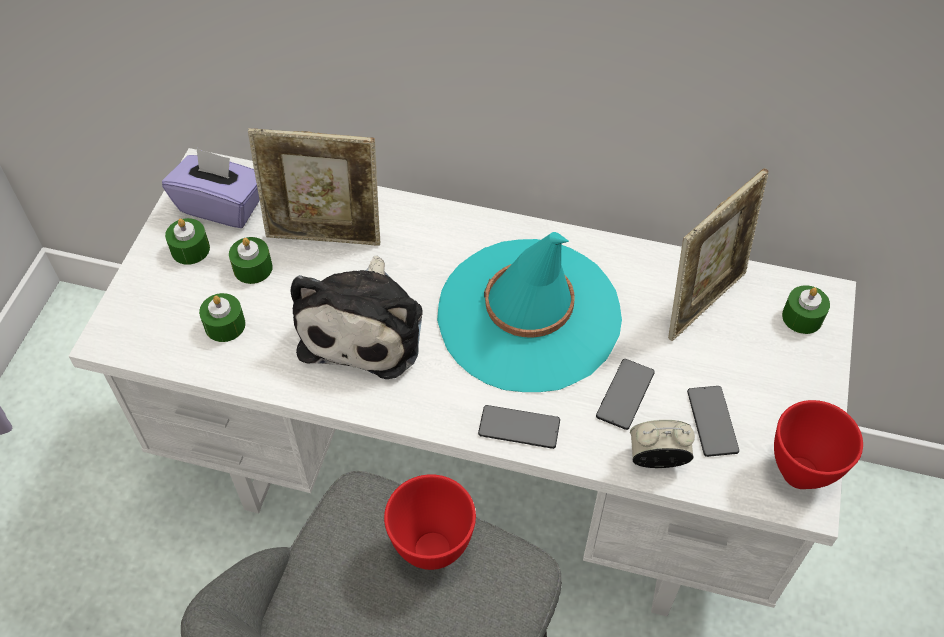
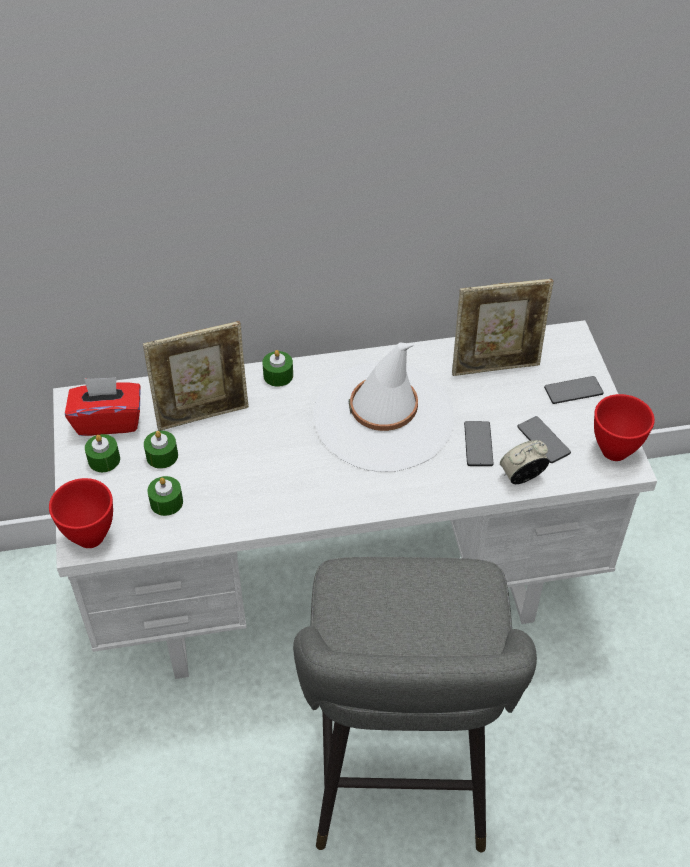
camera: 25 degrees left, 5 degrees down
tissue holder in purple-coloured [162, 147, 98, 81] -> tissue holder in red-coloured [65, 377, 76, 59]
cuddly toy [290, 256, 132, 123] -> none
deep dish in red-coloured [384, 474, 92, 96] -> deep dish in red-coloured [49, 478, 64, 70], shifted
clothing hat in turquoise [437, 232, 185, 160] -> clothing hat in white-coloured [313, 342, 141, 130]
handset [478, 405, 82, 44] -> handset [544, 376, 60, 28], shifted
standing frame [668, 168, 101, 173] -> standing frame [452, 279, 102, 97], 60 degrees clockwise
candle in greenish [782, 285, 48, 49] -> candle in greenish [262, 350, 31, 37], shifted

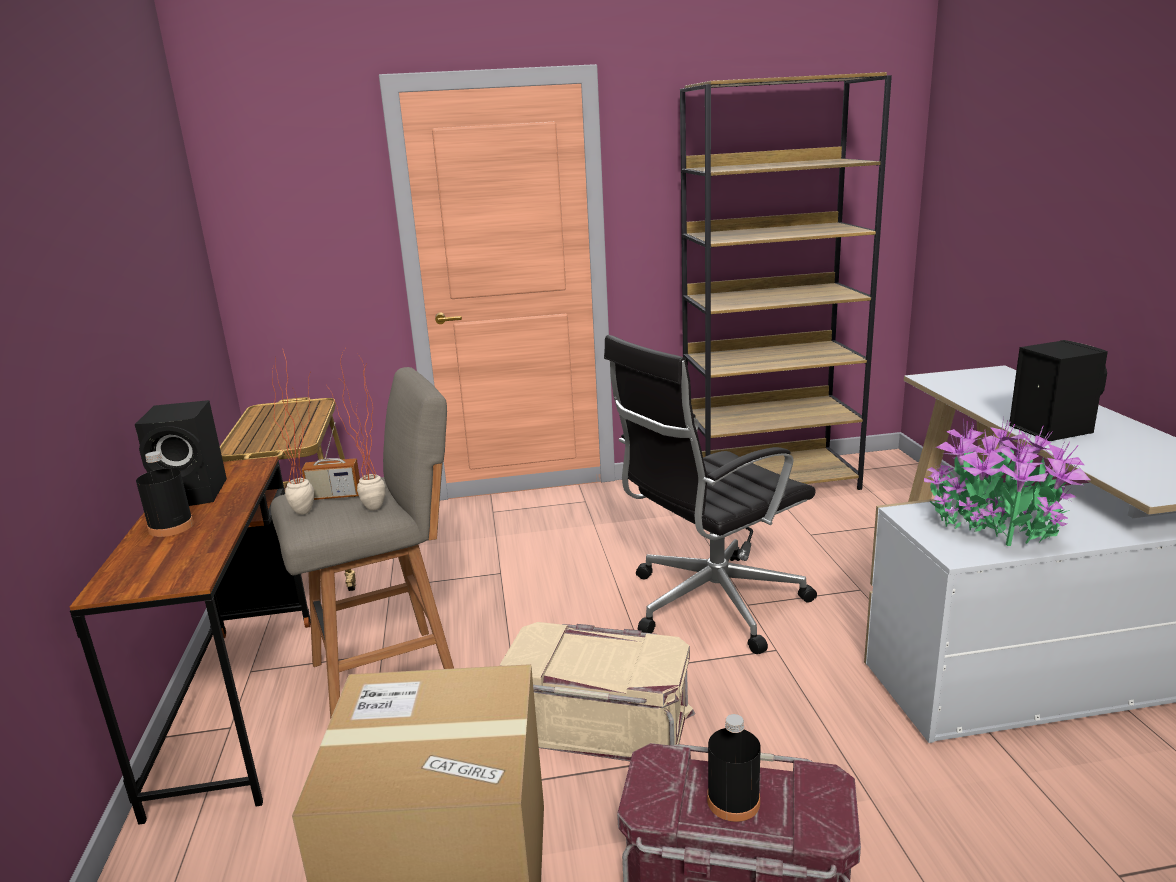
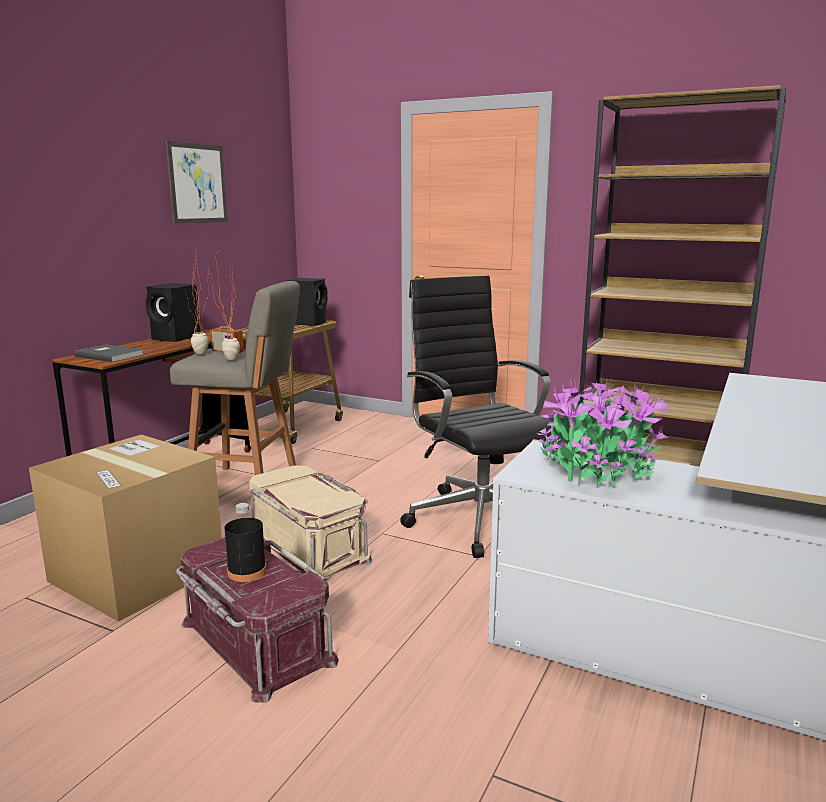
camera: 35 degrees right, 5 degrees down
drink bottle in black [136, 451, 58, 86] -> none
office chair in black [604, 335, 213, 319] -> office chair in black [400, 275, 159, 283], 60 degrees clockwise
loudspeaker in black [1009, 340, 99, 101] -> loudspeaker in black [286, 278, 42, 48], shifted
none -> volume in grey [74, 344, 71, 18]
none -> wall picture [166, 141, 62, 83]

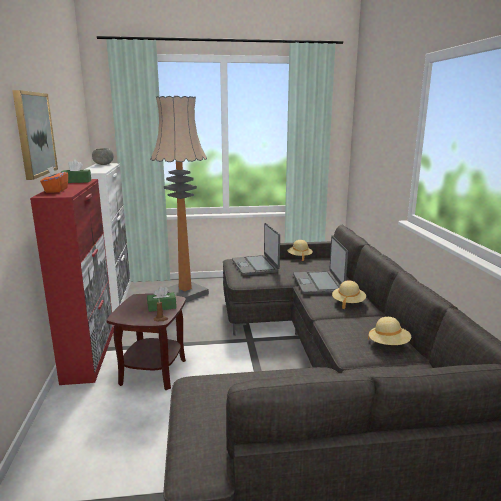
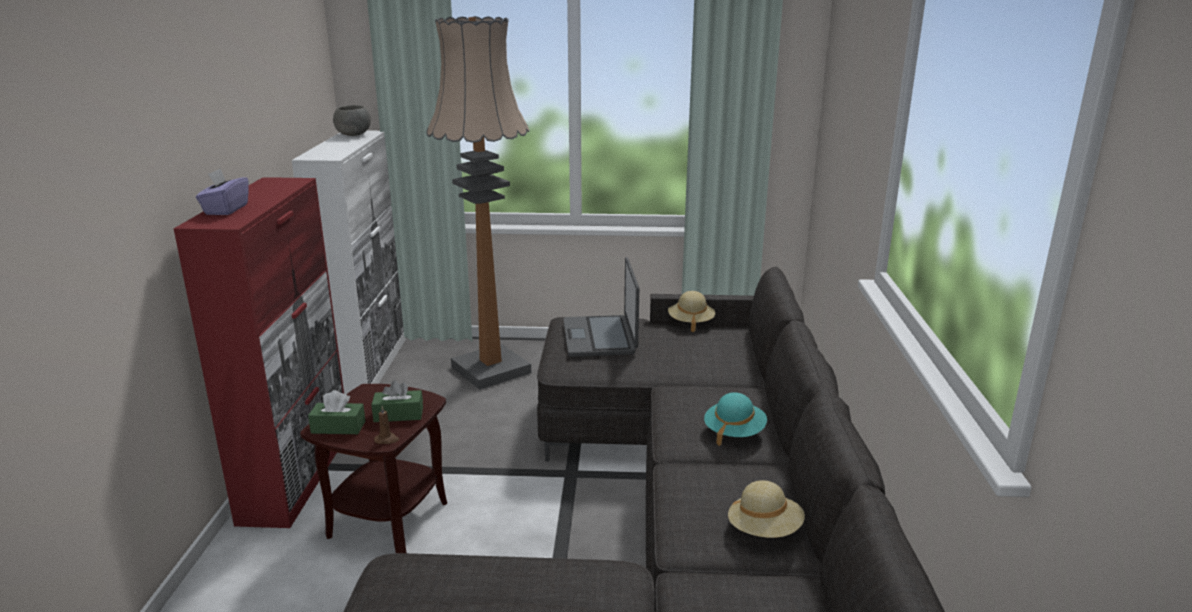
camera: 10 degrees right, 5 degrees up
wall picture [12, 90, 46, 90] -> none
tissue holder in orange-coloured [40, 166, 28, 27] -> tissue holder in purple-coloured [196, 169, 52, 46]
tissue holder in greenish [61, 159, 30, 24] -> tissue holder in greenish [308, 390, 57, 44], shifted
laptop [293, 236, 55, 58] -> none
clothing hat in beige-coloured [332, 280, 34, 29] -> clothing hat in turquoise [704, 392, 63, 54]

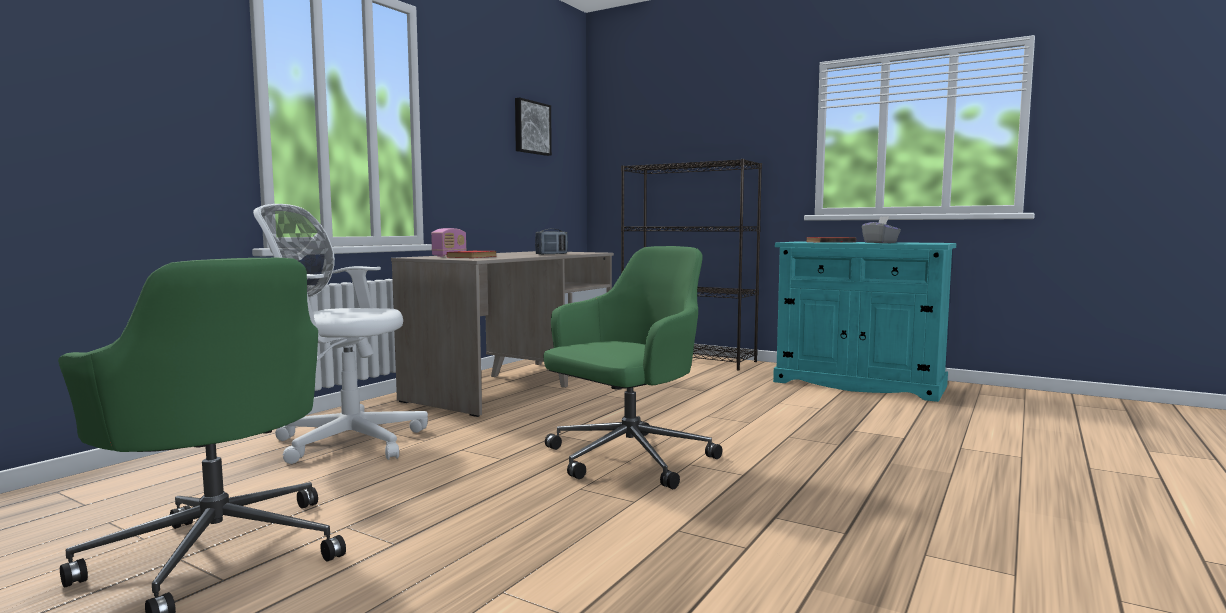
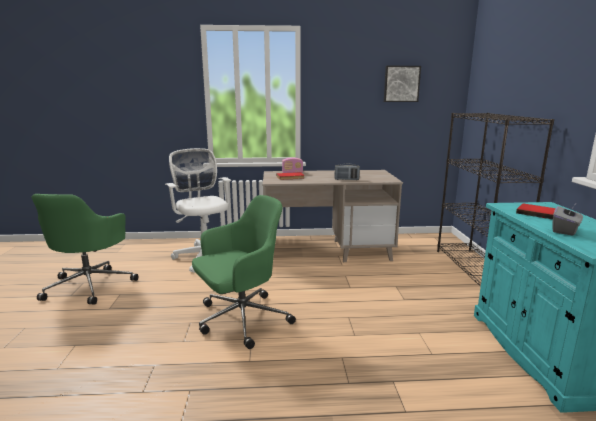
camera: 55 degrees right, 10 degrees up
office chair in greenish [544, 246, 179, 243] -> office chair in greenish [192, 195, 104, 154], 45 degrees counterclockwise

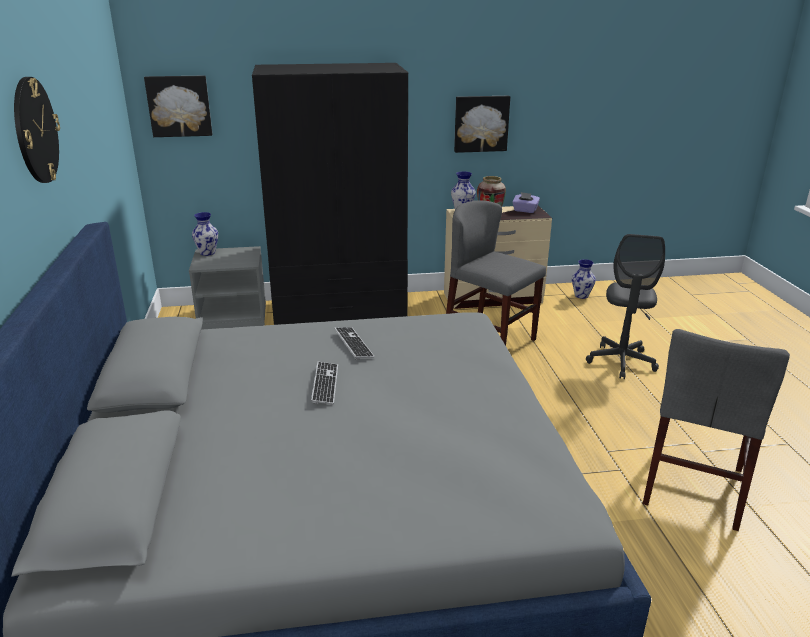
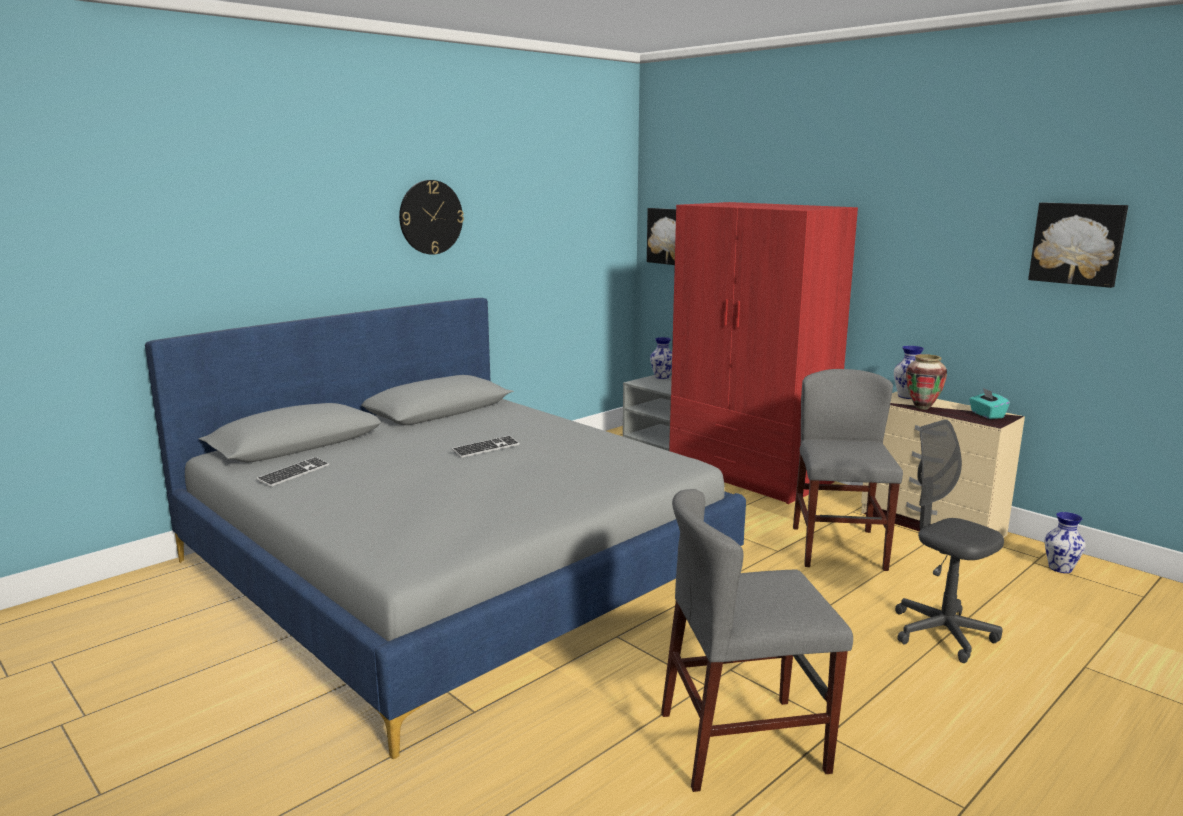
camera: 55 degrees right, 10 degrees down
clothes cupboard in black [252, 63, 156, 262] -> clothes cupboard in red-coloured [669, 202, 189, 302]
PC keyboard [334, 327, 41, 33] -> PC keyboard [256, 457, 73, 30], shifted
wall picture [454, 96, 56, 57] -> wall picture [1028, 203, 100, 85], shifted
tissue holder in purple-coloured [512, 192, 28, 21] -> tissue holder in turquoise [969, 388, 41, 31]
office chair in grey [586, 234, 79, 145] -> office chair in grey [895, 420, 109, 243], 75 degrees clockwise

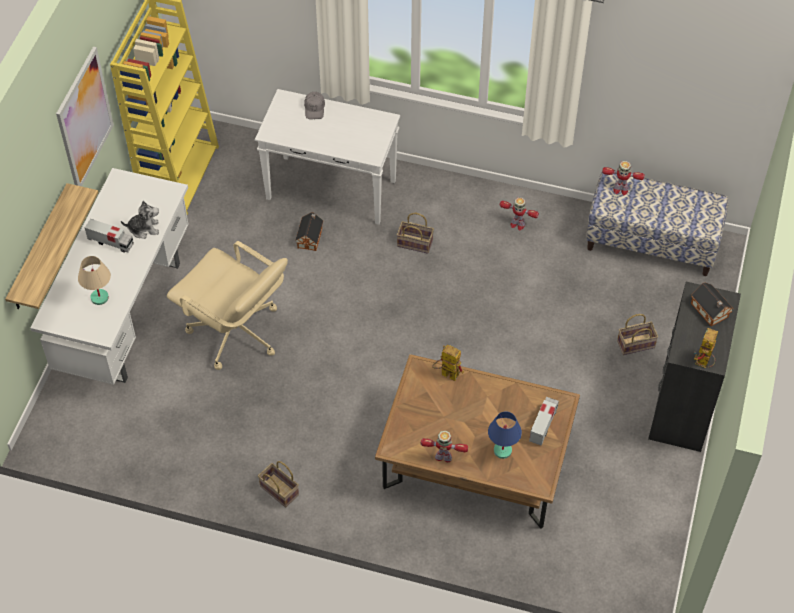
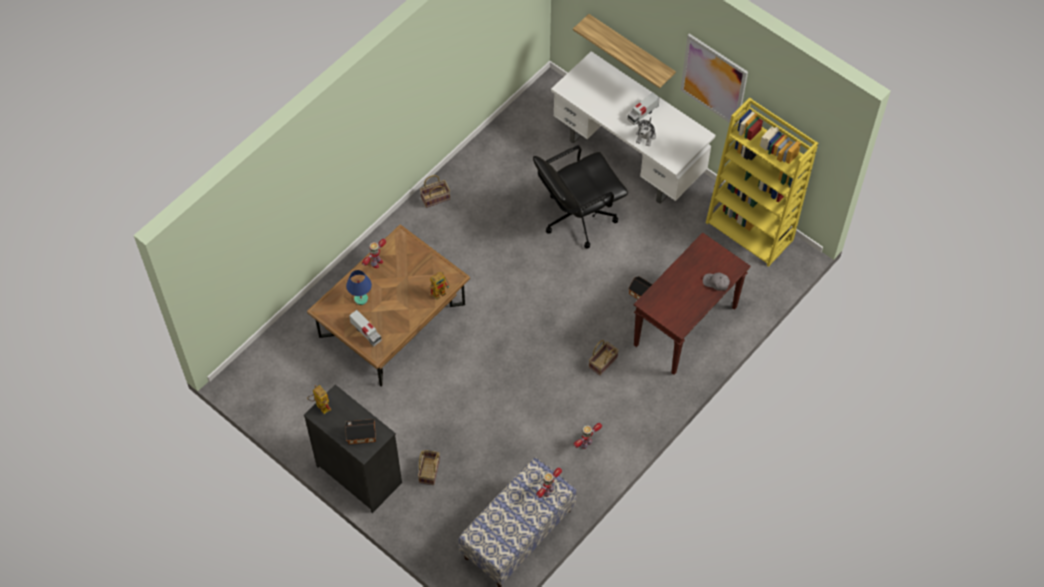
camera: 115 degrees right, 5 degrees up
tabletop lamp in beige-coloured [78, 256, 33, 49] -> none
office chair in beige-coloured [167, 241, 121, 129] -> office chair in black [533, 145, 95, 104]
hall table in white-coloured [255, 89, 145, 136] -> hall table in brown [633, 233, 118, 142]

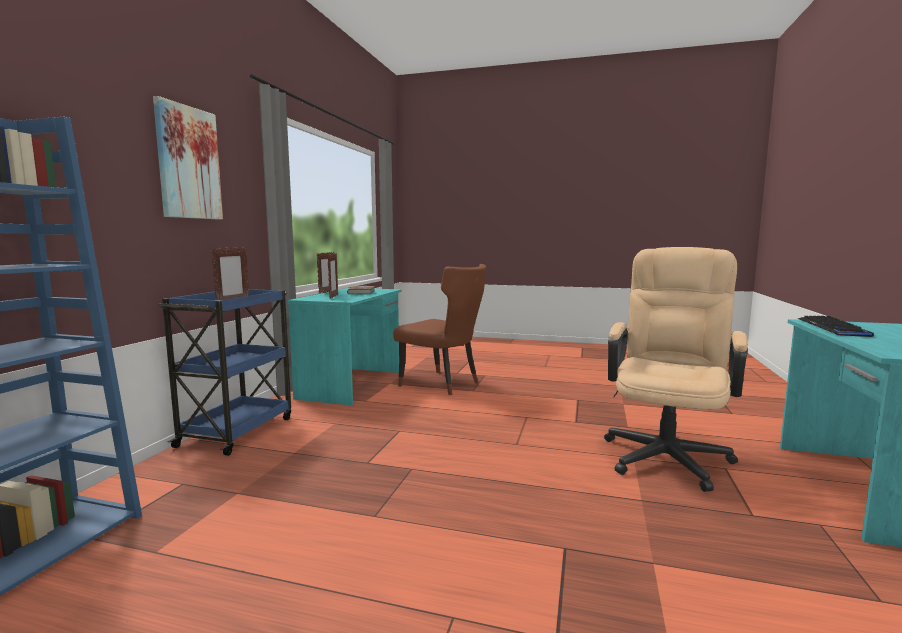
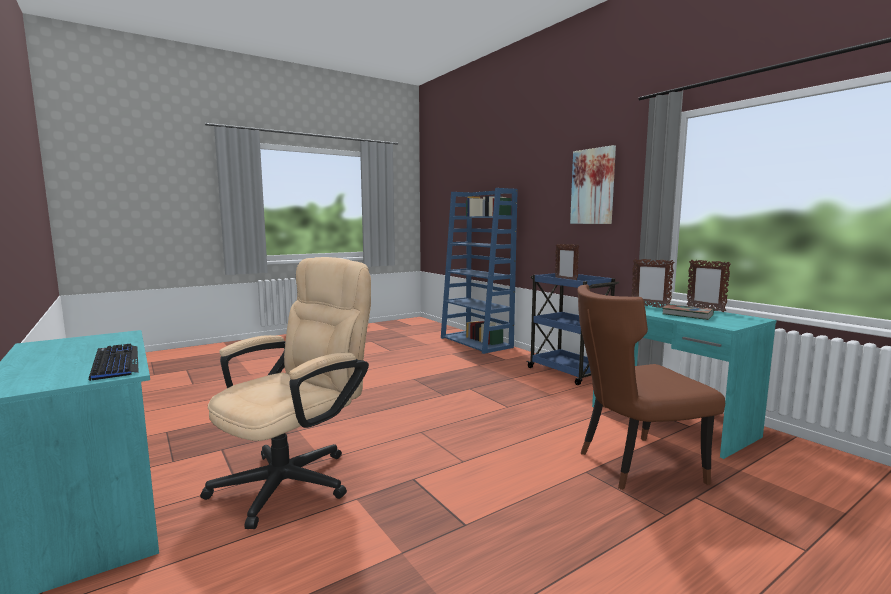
camera: 130 degrees right, 0 degrees up
office chair in beige-coloured [604, 247, 144, 245] -> office chair in beige-coloured [200, 257, 171, 272], 120 degrees counterclockwise

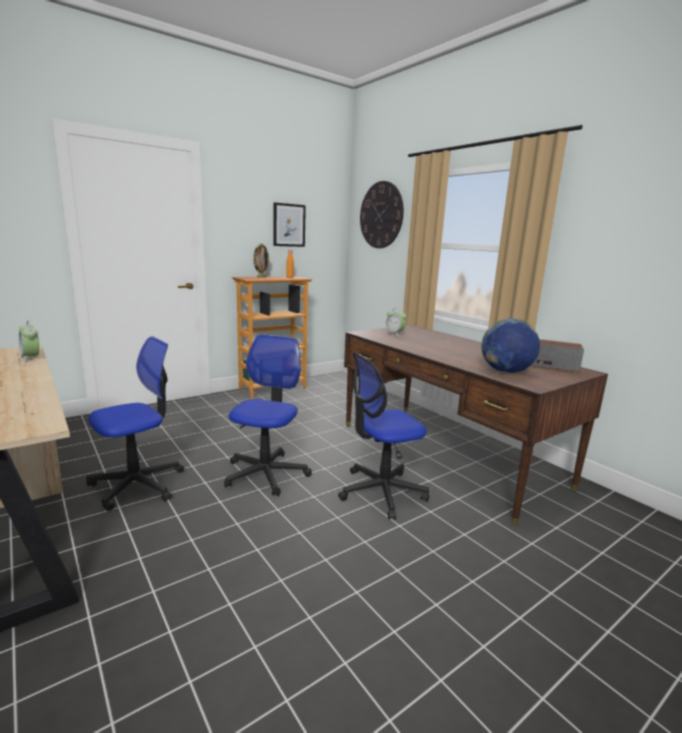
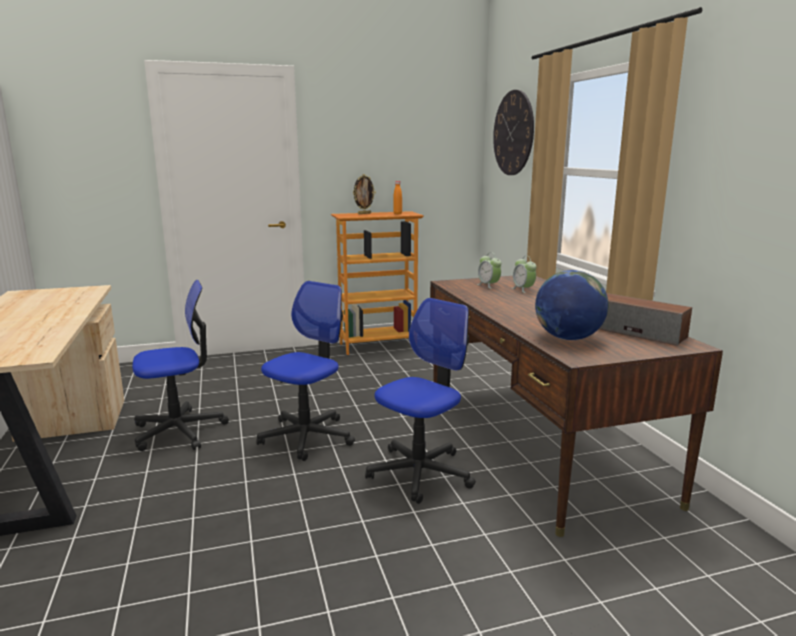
camera: 20 degrees right, 0 degrees up
alarm clock [19, 321, 20, 42] -> alarm clock [512, 256, 24, 37], shifted
wall picture [273, 202, 33, 45] -> none
office chair [338, 351, 91, 168] -> office chair [365, 298, 111, 206], 135 degrees clockwise

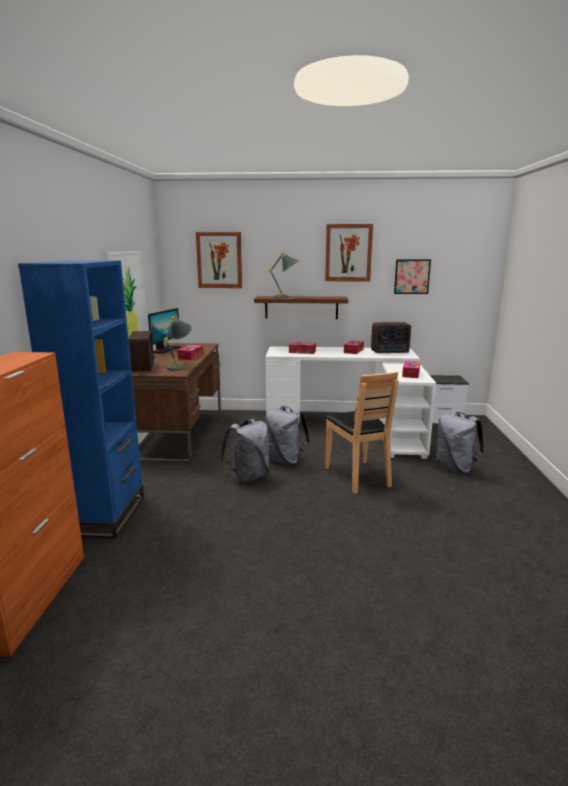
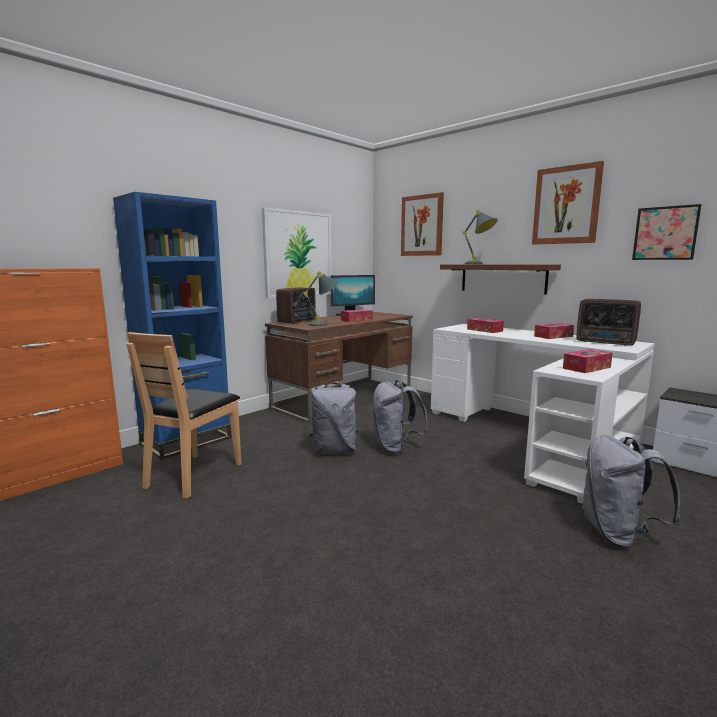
camera: 40 degrees right, 5 degrees down
chair in brown [325, 372, 74, 122] -> chair in brown [126, 332, 115, 167], shifted

